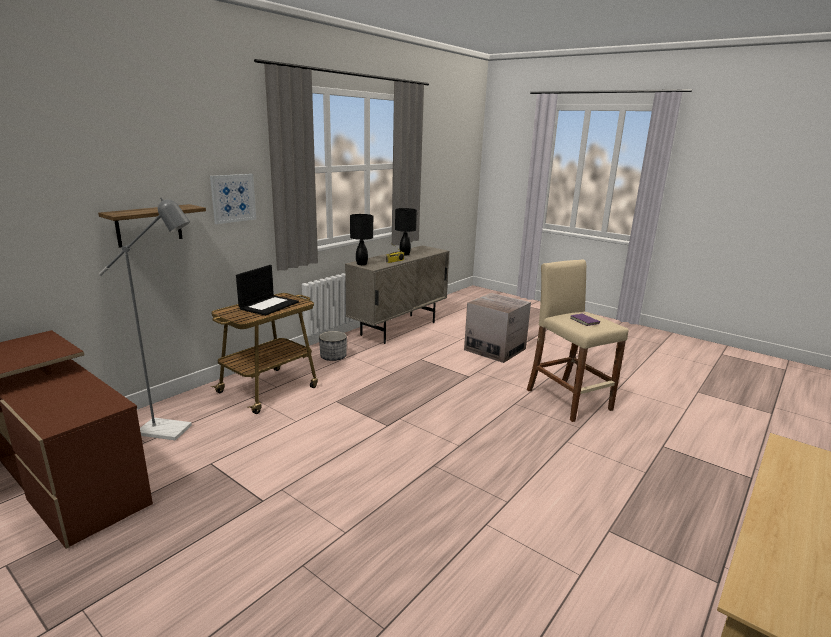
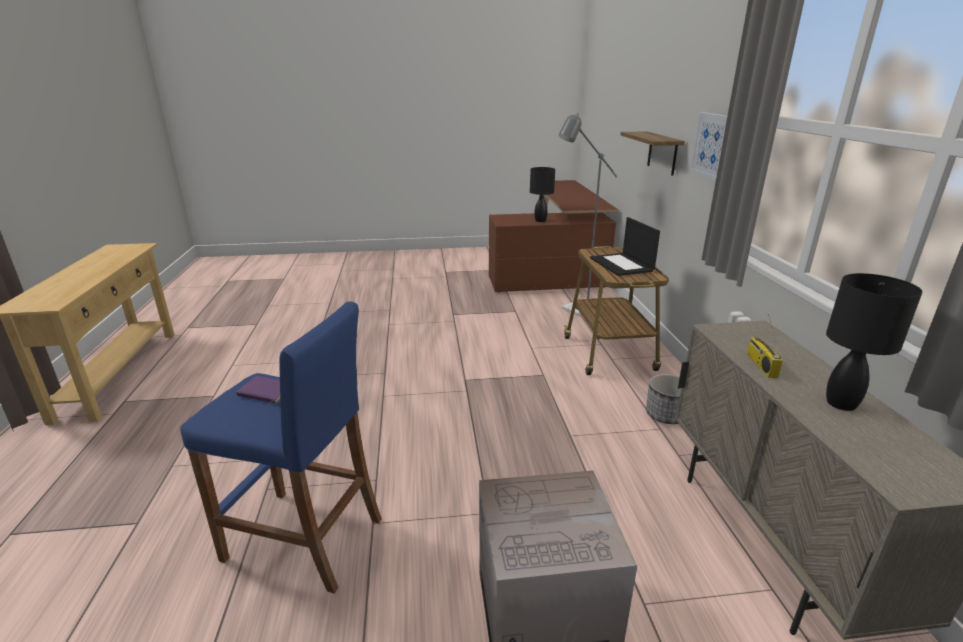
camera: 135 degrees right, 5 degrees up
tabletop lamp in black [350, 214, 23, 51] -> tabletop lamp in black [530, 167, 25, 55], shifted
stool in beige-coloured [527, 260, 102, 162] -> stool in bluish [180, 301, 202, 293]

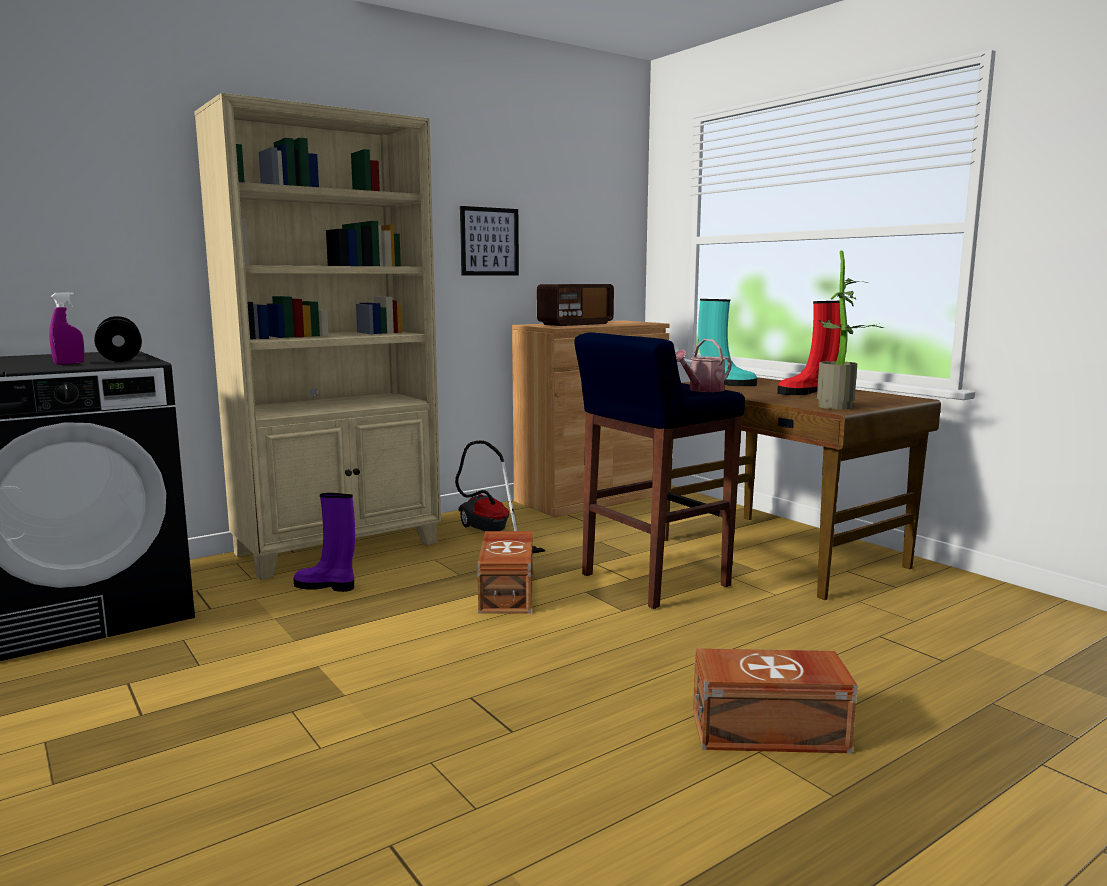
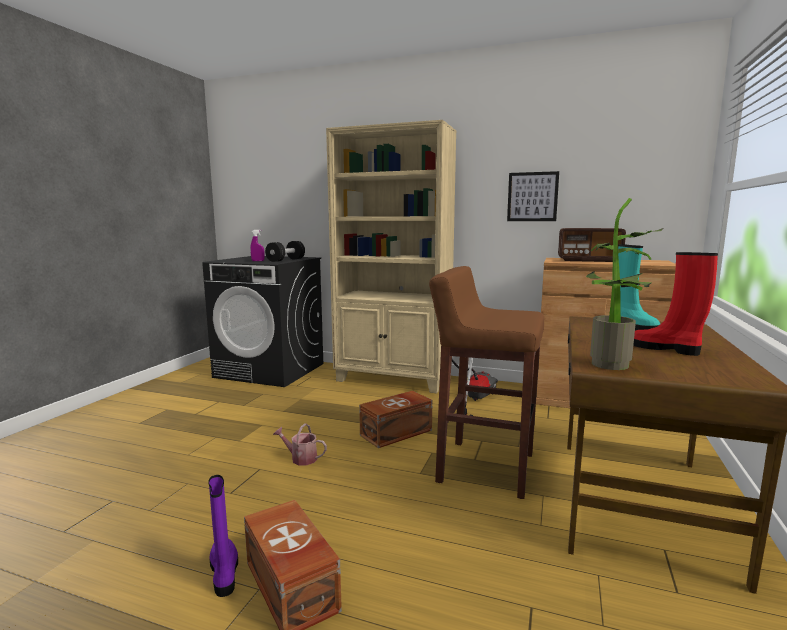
camera: 55 degrees right, 0 degrees up
tall boot in purple-coloured [294, 493, 61, 99] -> tall boot in purple-coloured [208, 475, 30, 122], shifted
stool in bluish [574, 332, 171, 277] -> stool in brown [429, 266, 115, 233]
watering pot [675, 339, 57, 53] -> watering pot [273, 423, 54, 42], shifted

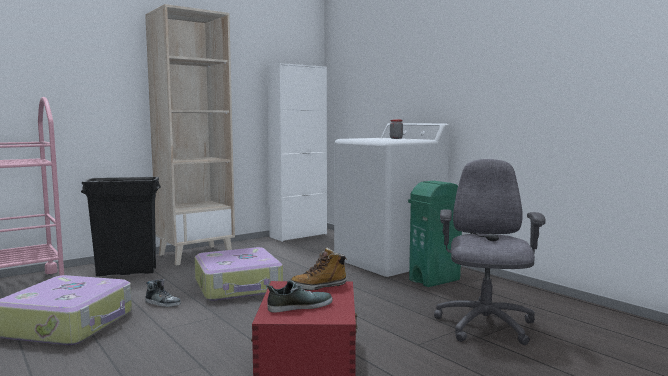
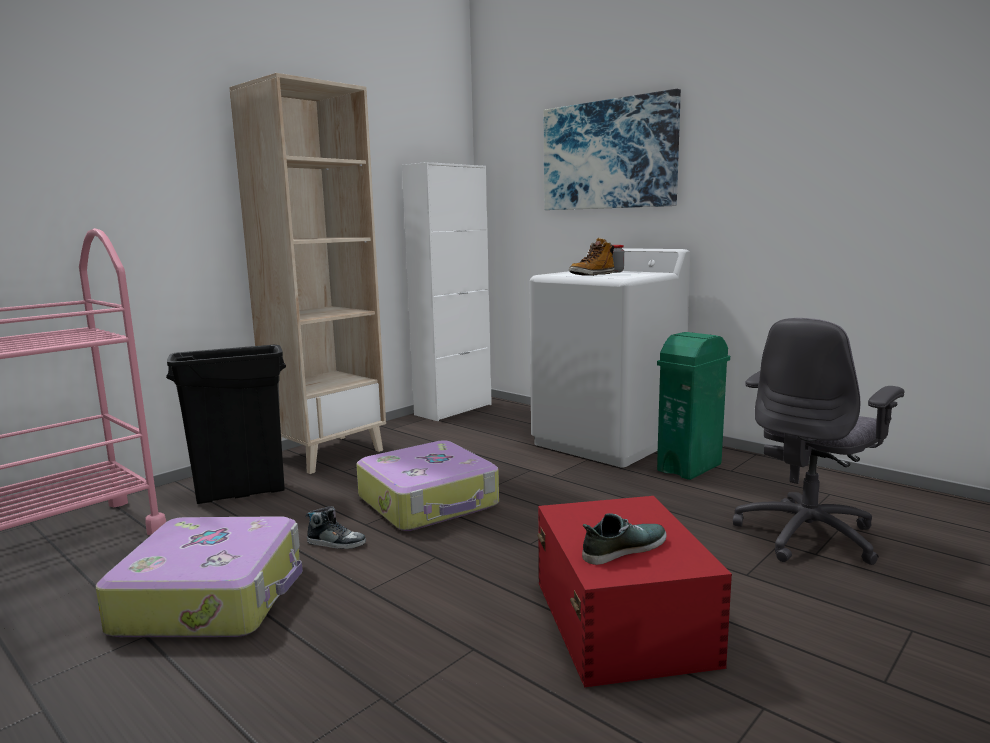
camera: 10 degrees left, 5 degrees up
tall boot [290, 247, 56, 43] -> tall boot [569, 237, 46, 39], shifted
office chair in grey [434, 159, 112, 186] -> office chair in grey [733, 318, 171, 247], 135 degrees counterclockwise
none -> wall picture [544, 89, 137, 121]

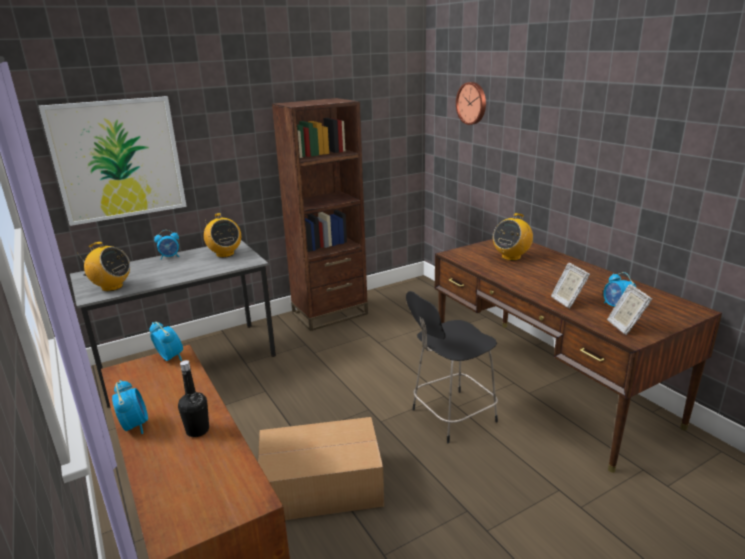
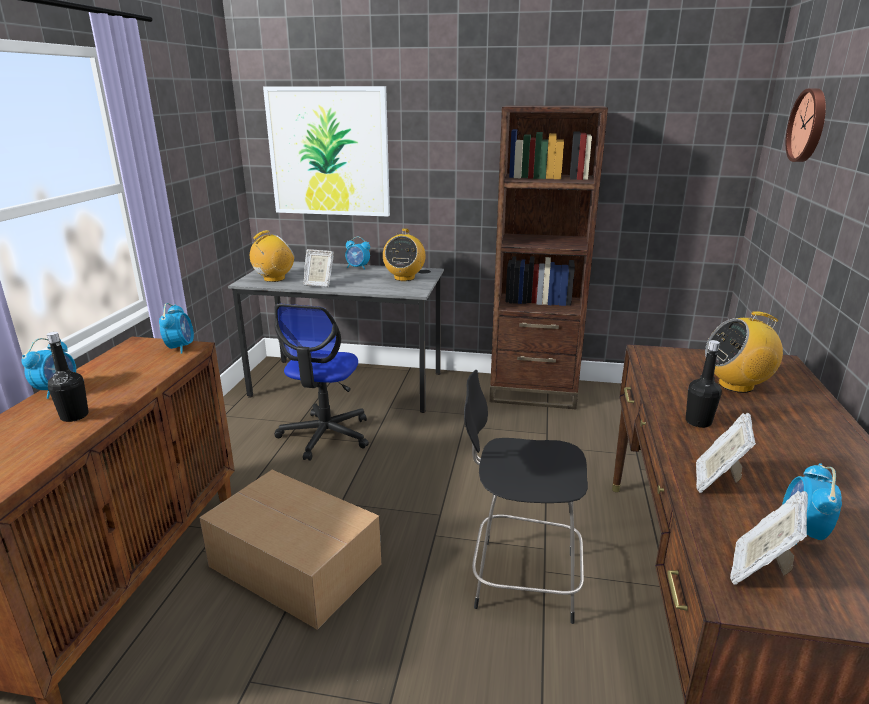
camera: 40 degrees right, 0 degrees up
radio receiver [79, 242, 51, 49] -> radio receiver [250, 230, 45, 52], 105 degrees counterclockwise
none -> office chair [274, 304, 95, 157]
none -> standing frame [303, 249, 31, 38]
none -> drink bottle in black [686, 340, 36, 88]

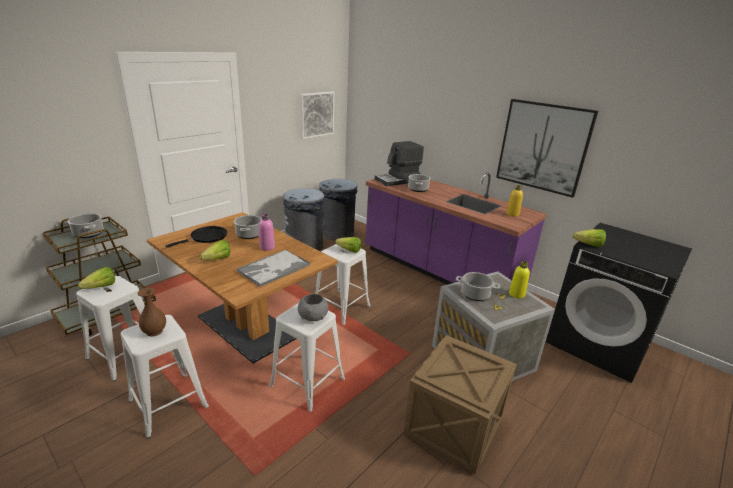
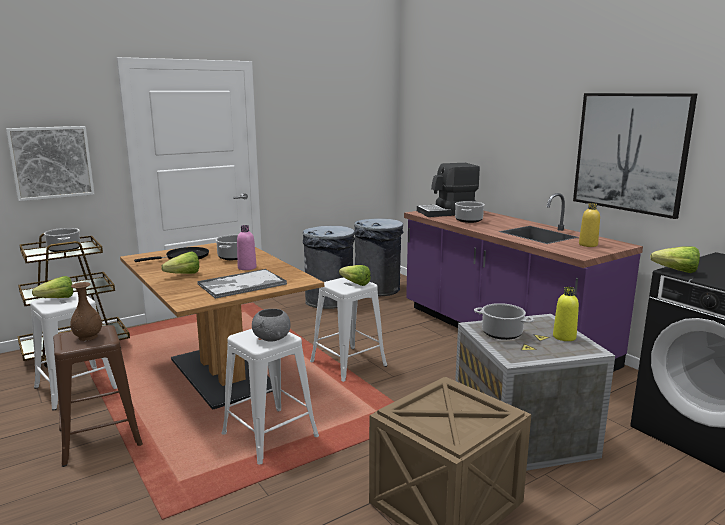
camera: 15 degrees right, 10 degrees down
stool in white-coloured [121, 315, 88, 124] -> stool in brown [53, 325, 90, 142]
wall picture [300, 92, 34, 47] -> wall picture [6, 126, 88, 75], shifted

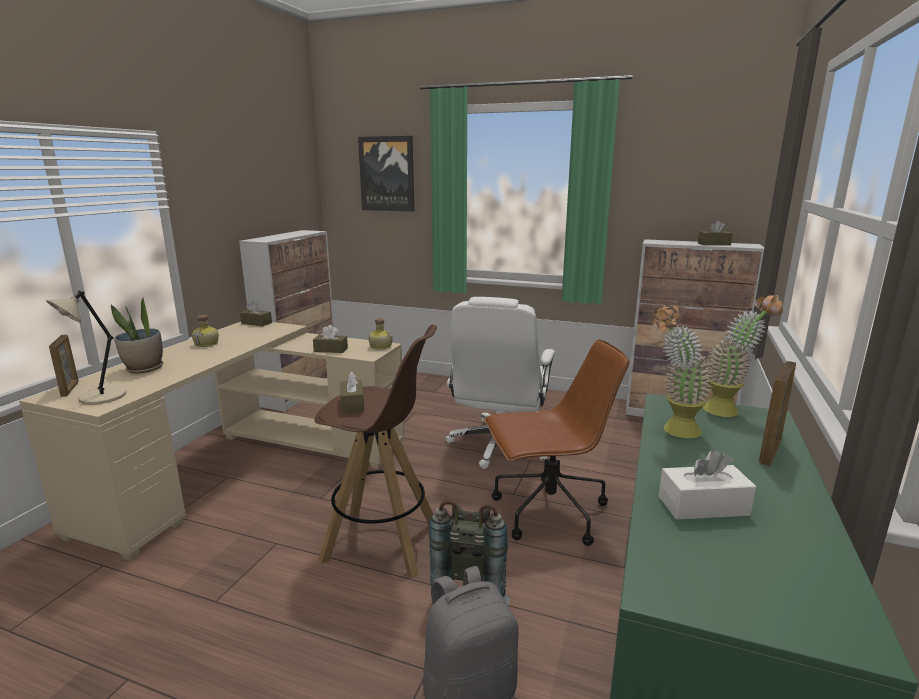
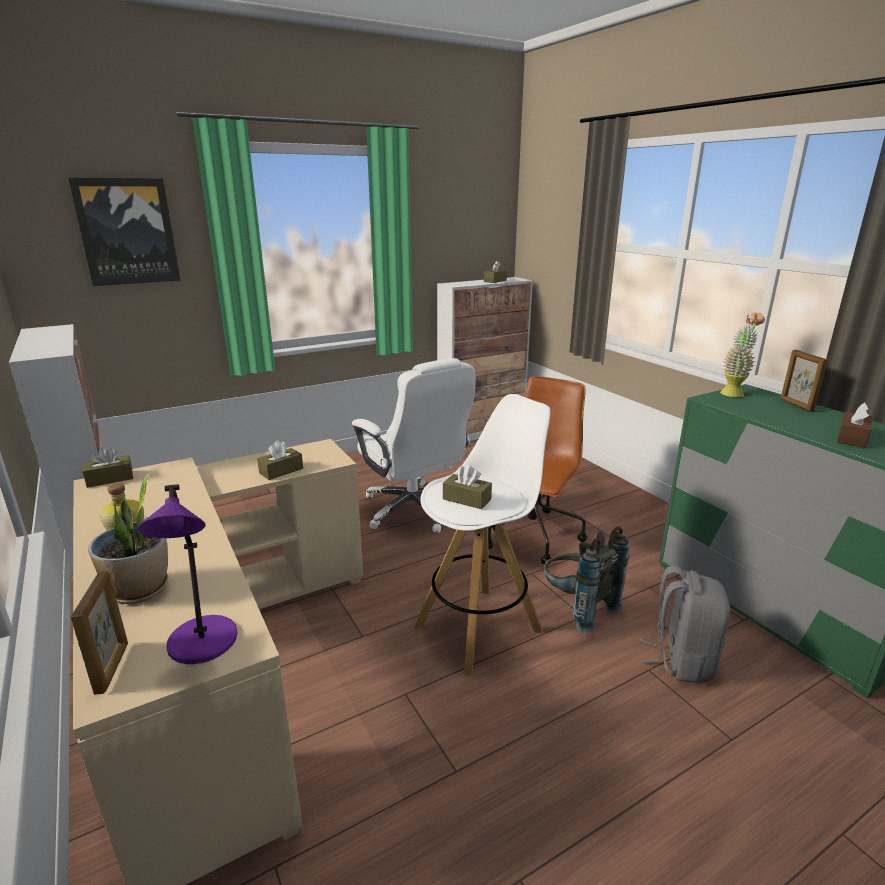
camera: 50 degrees left, 5 degrees up
tabletop lamp in beige-coloured [46, 291, 80, 114] -> tabletop lamp in purple-coloured [137, 484, 101, 180]
standing frame [49, 334, 30, 63] -> standing frame [71, 571, 57, 124], 60 degrees clockwise
stool in brown [315, 325, 122, 253] -> stool in white-coloured [414, 394, 136, 282]
drink bottle [368, 318, 25, 32] -> none
plant in a pot [651, 304, 62, 134] -> none
tissue holder in white-coloured [659, 449, 97, 71] -> tissue holder in brown [837, 403, 35, 45]

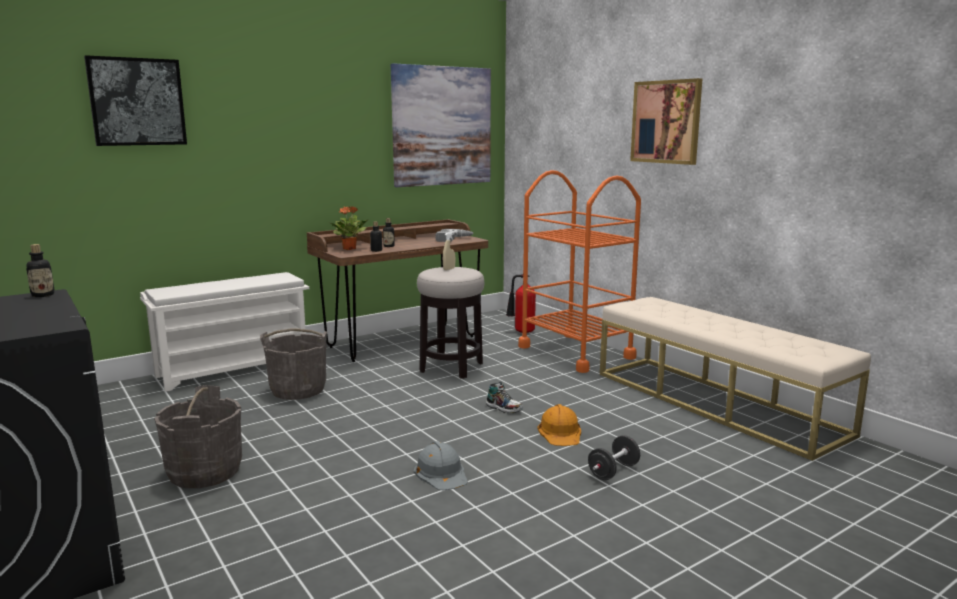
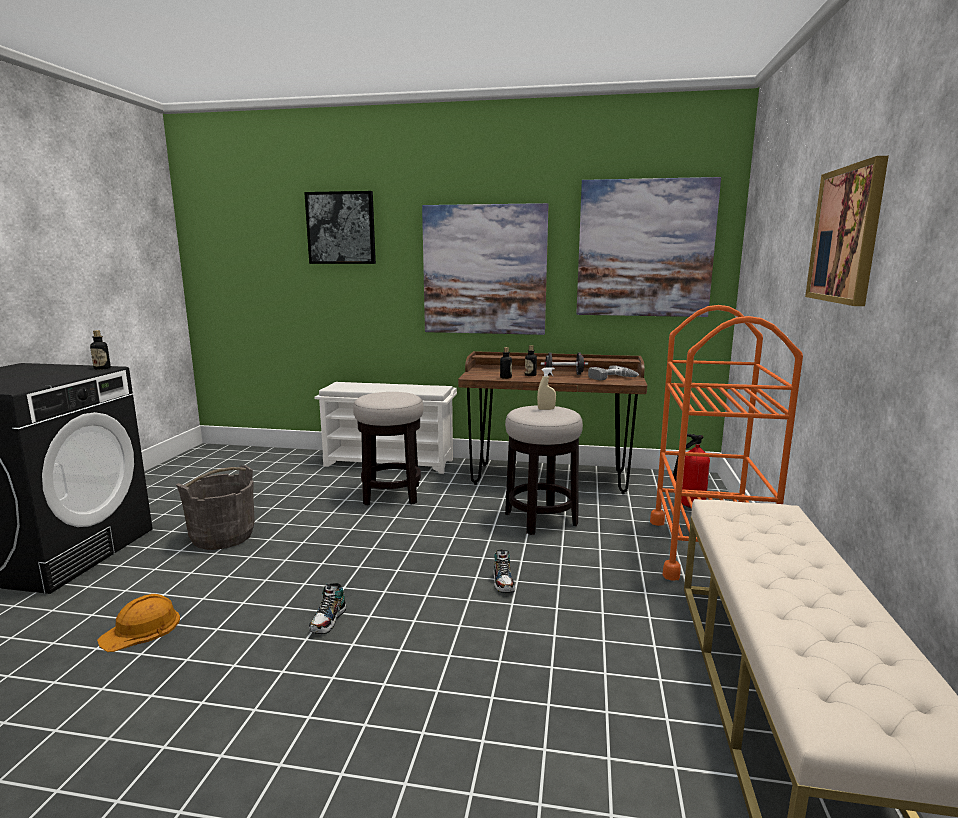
camera: 45 degrees right, 0 degrees up
bucket in grey [260, 328, 67, 72] -> stool [353, 392, 71, 114]
plant in a pot [330, 206, 38, 44] -> none
work helmet in grey [414, 441, 54, 49] -> low shoe [309, 583, 37, 51]
work helmet in orange-coloured [537, 404, 44, 42] -> work helmet in orange-coloured [97, 594, 83, 58], shifted
dumbbell in black [588, 435, 52, 45] -> dumbbell in black [541, 353, 47, 22], shifted
none -> wall picture [422, 203, 127, 132]

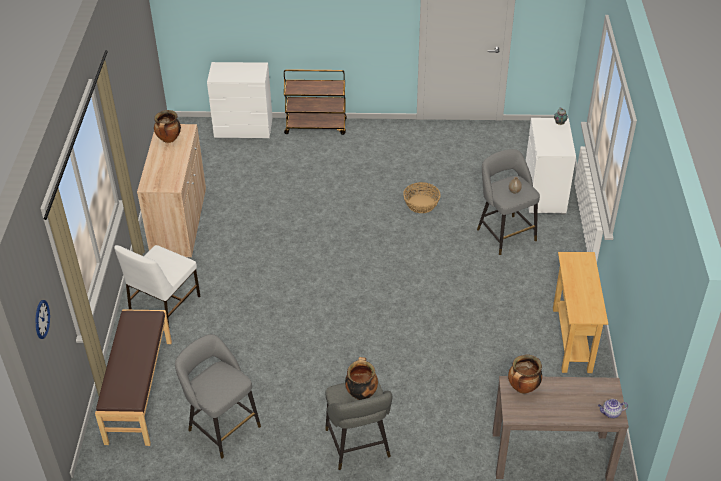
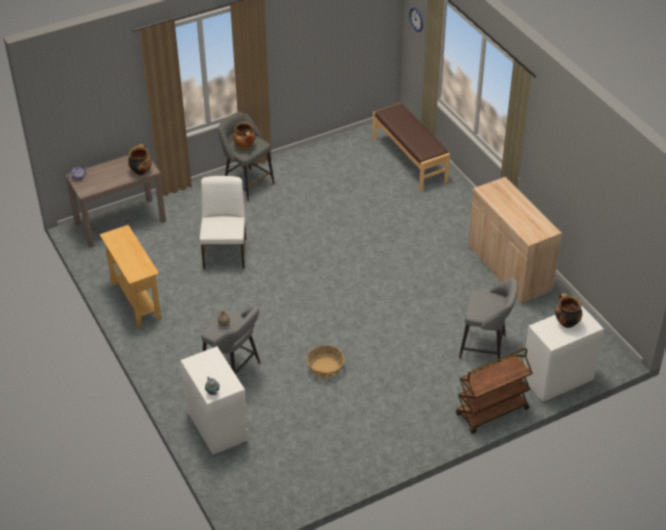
camera: 150 degrees right, 0 degrees up
chair in white-coloured [114, 245, 86, 80] -> chair in white-coloured [200, 176, 47, 93], shifted
cooking pot [154, 110, 27, 33] -> cooking pot [555, 293, 27, 35], shifted
stool in grey [175, 334, 86, 125] -> stool in grey [459, 278, 59, 84], shifted

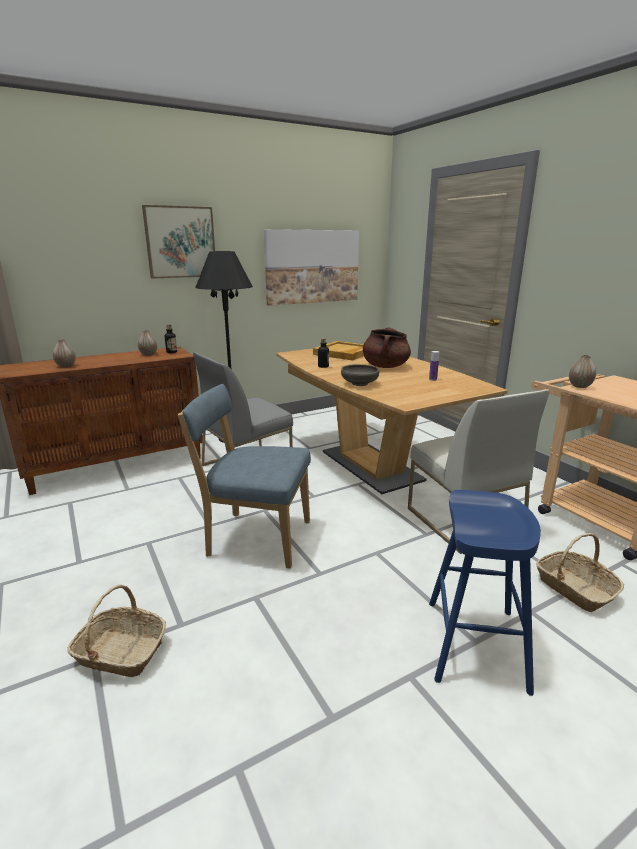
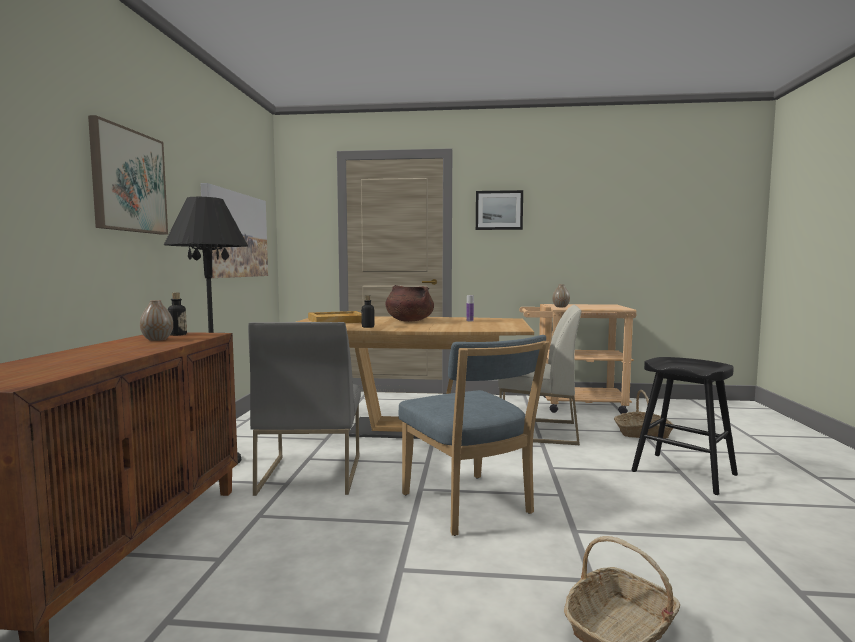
camera: 55 degrees left, 15 degrees down
flower vase [53, 339, 23, 29] -> none
chair in bluish [178, 384, 133, 185] -> chair in bluish [399, 335, 151, 201], 75 degrees counterclockwise
deep dish in grey [341, 364, 38, 22] -> none
stool in bluish [429, 490, 112, 206] -> stool in black [631, 357, 107, 138]
none -> wall picture [476, 190, 47, 40]

